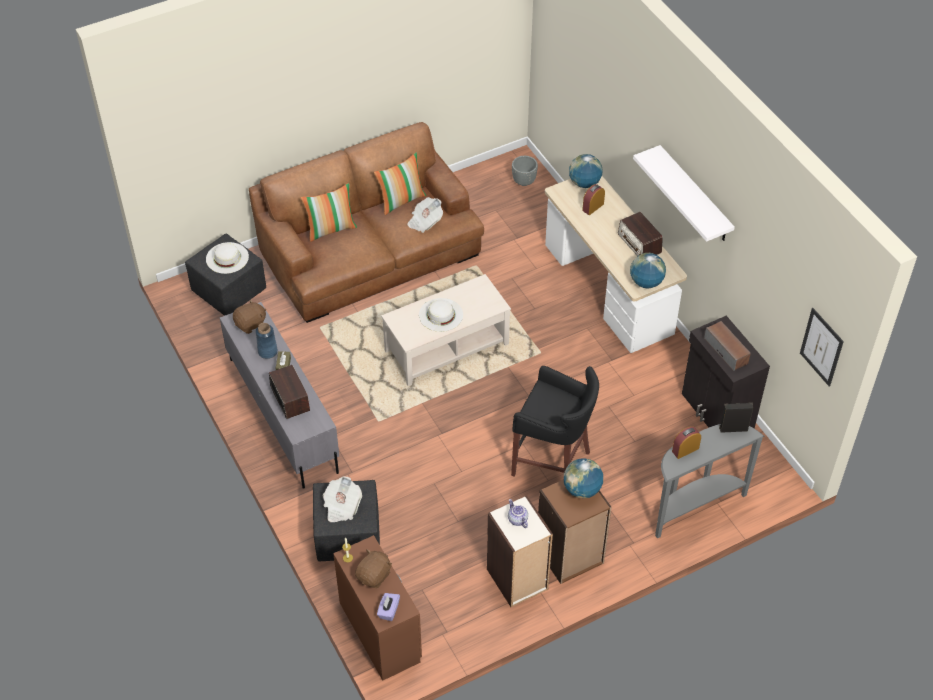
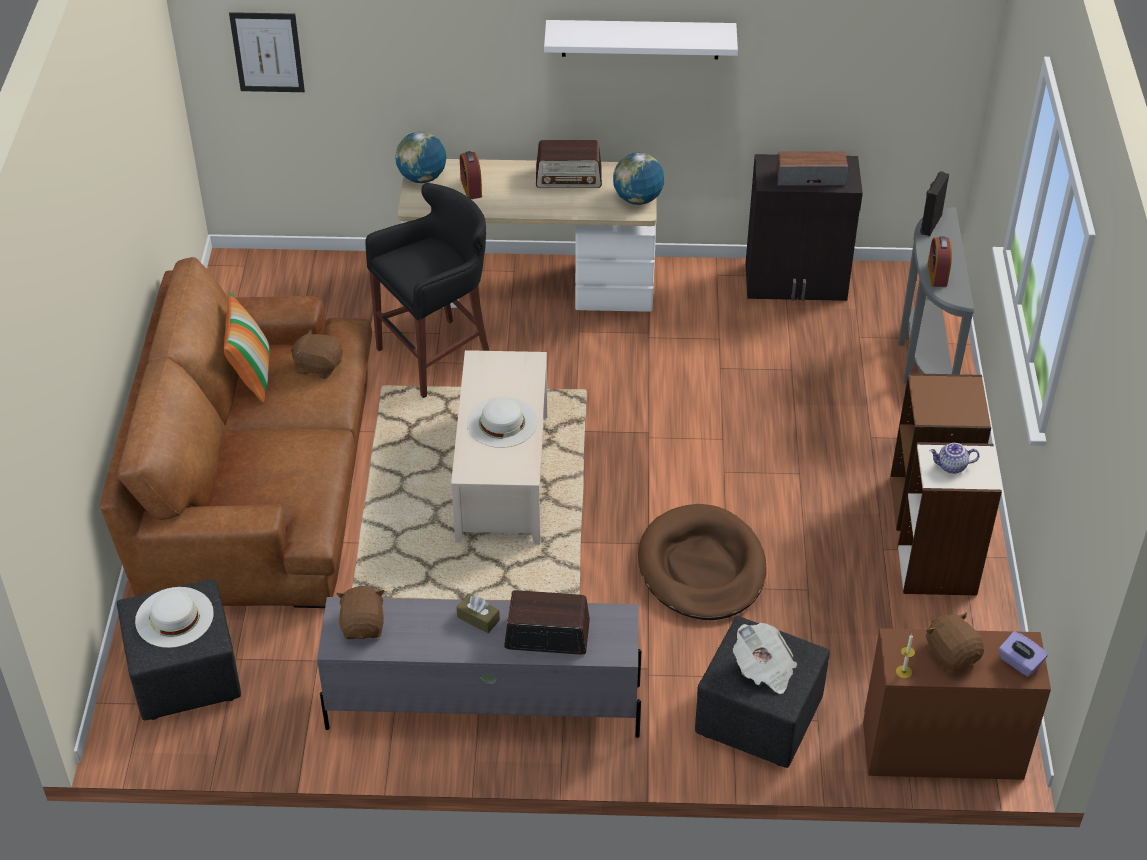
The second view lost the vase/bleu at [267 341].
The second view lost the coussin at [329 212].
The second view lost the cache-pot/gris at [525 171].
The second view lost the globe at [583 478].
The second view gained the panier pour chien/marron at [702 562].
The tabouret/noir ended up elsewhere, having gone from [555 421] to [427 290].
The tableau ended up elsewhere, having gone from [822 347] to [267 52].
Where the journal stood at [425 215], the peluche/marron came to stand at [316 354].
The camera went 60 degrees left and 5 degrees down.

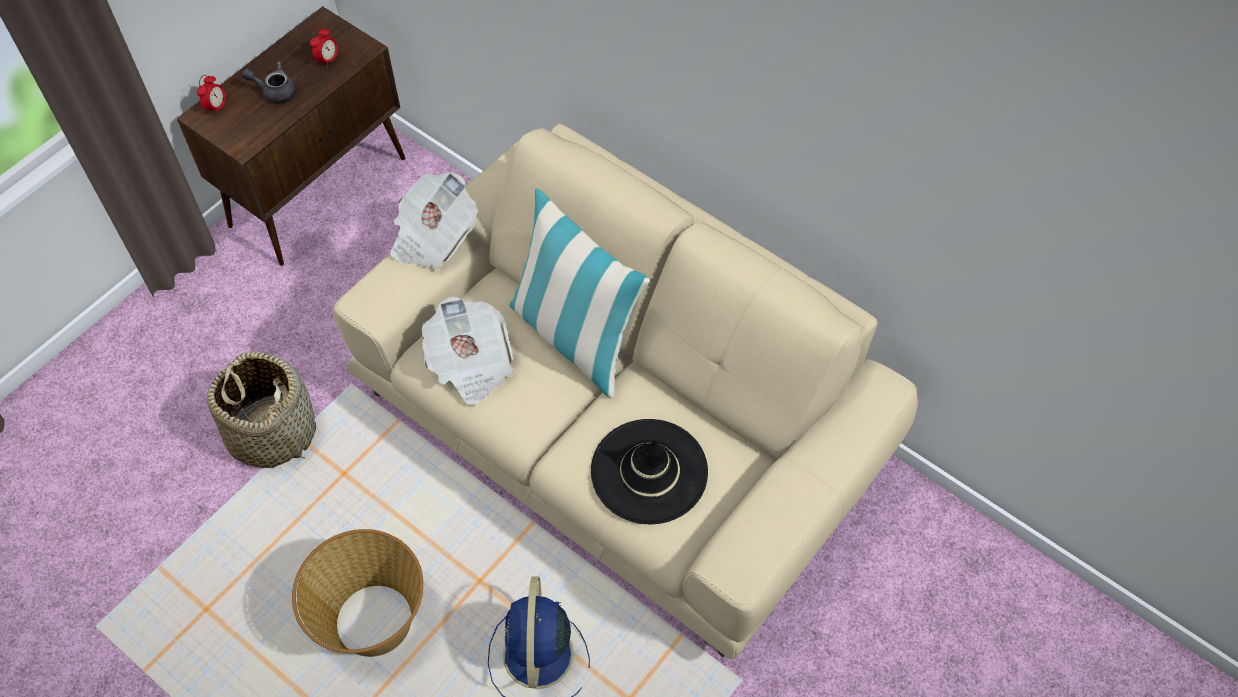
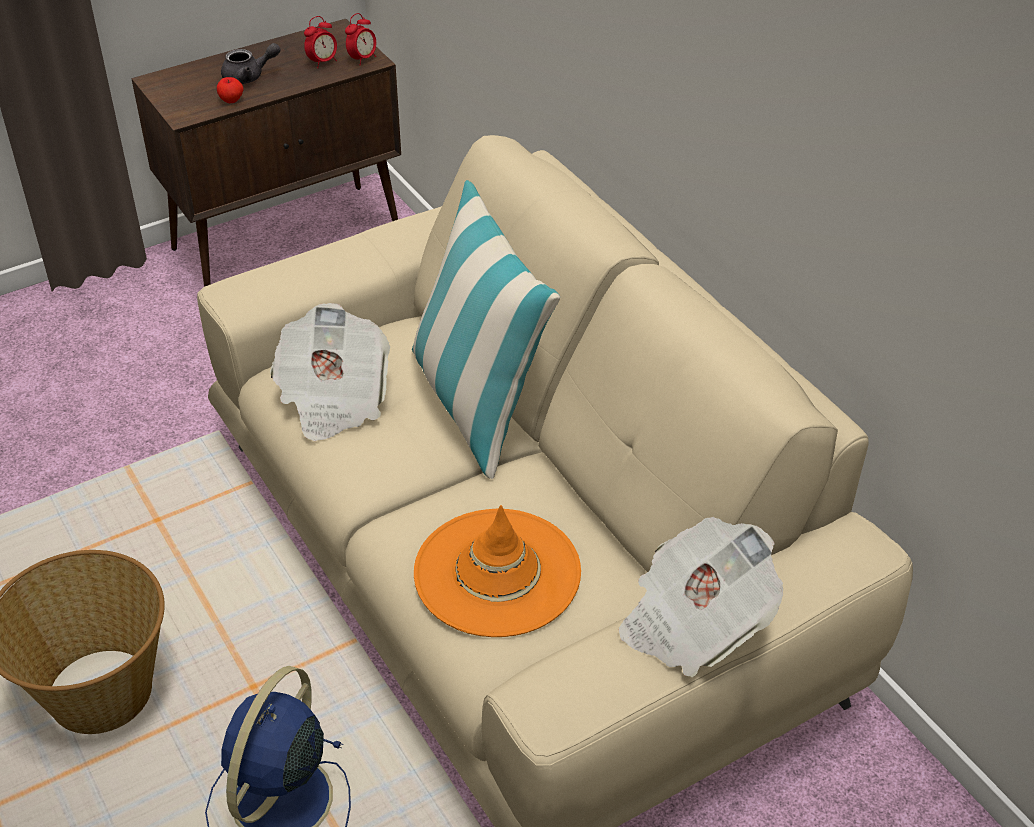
The second view lost the panier at [261 409].
The second view gained the pomme at [230 90].
The réveil ended up elsewhere, having gone from [212 95] to [360 39].
The journal ended up elsewhere, having gone from [433 221] to [701 597].
What was the chapeau/noir at [649 472] turned into the chapeau/orange at [497 571].
The théière/gris at [269 83] ended up facing another way, 135 degrees clockwise from before.
The camera went 20 degrees right and 15 degrees down.

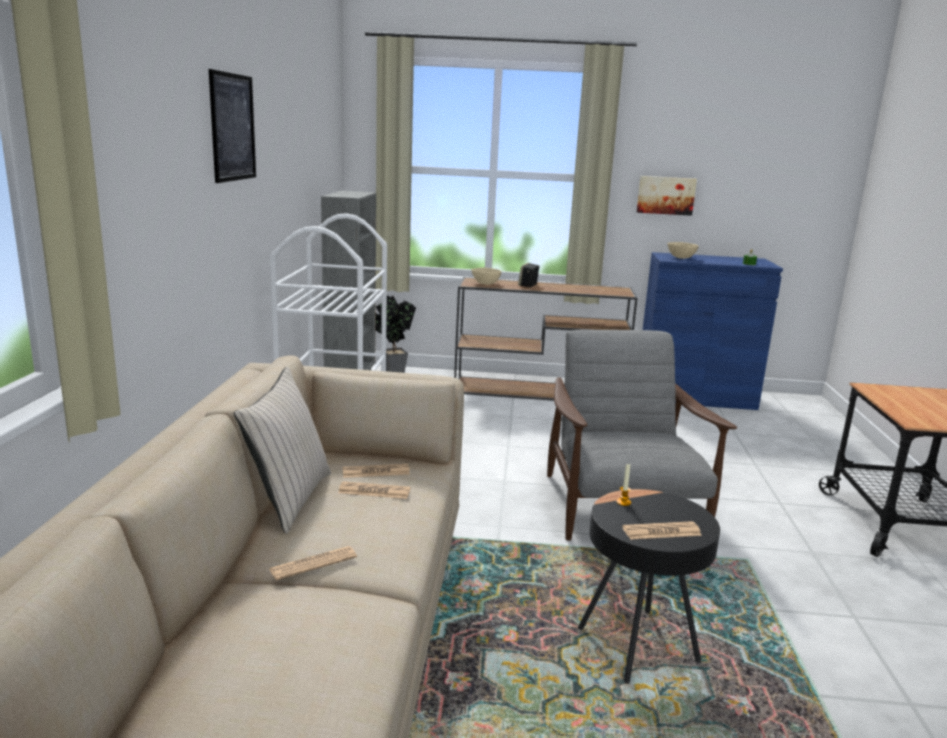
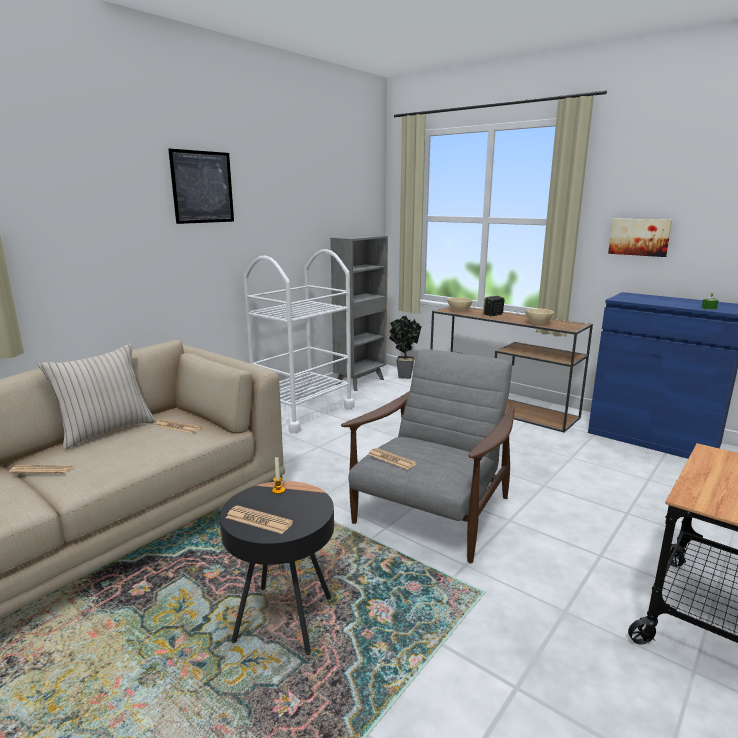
The journal ended up elsewhere, having gone from [374 490] to [392 459].
The bol/beige ended up elsewhere, having gone from [683 250] to [539 316].
The camera went 35 degrees right and 0 degrees up.

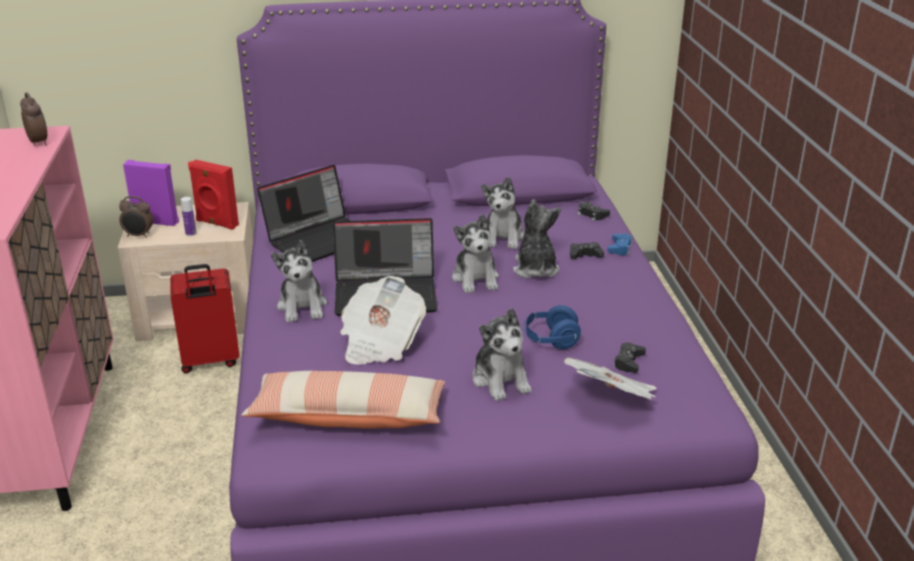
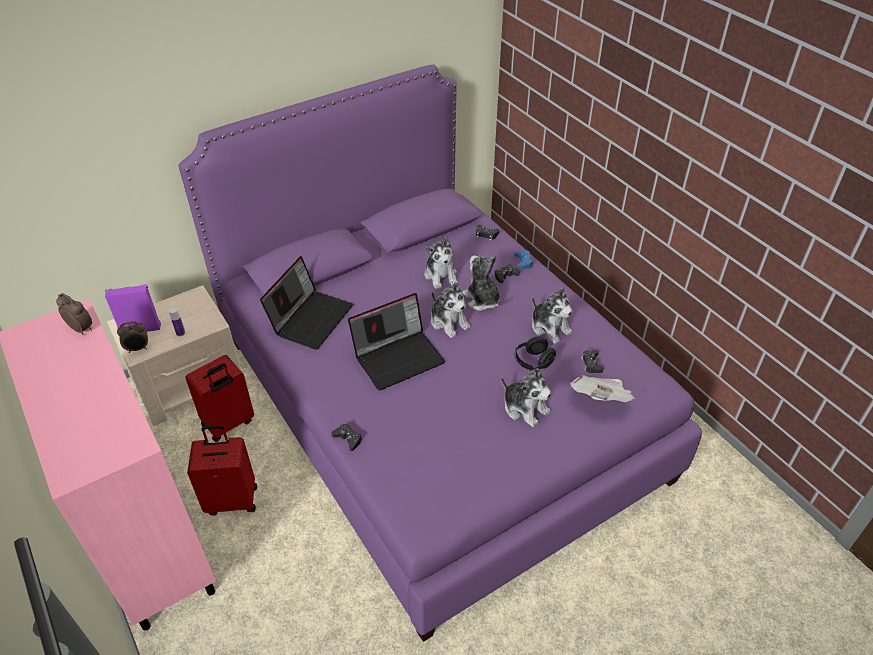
The second view lost the enceinte/rouge at [213 195].
The second view lost the coussin at [343 400].
The second view lost the journal at [383 320].
The second view gained the valise/rouge at [222 470].
The second view gained the manette/noir at [347 437].
The peluche ended up elsewhere, having gone from [299 281] to [552 315].
What was the casque audio/bleu at [552 327] turned into the casque audio/noir at [535 353].
The camera went 25 degrees left and 15 degrees up.

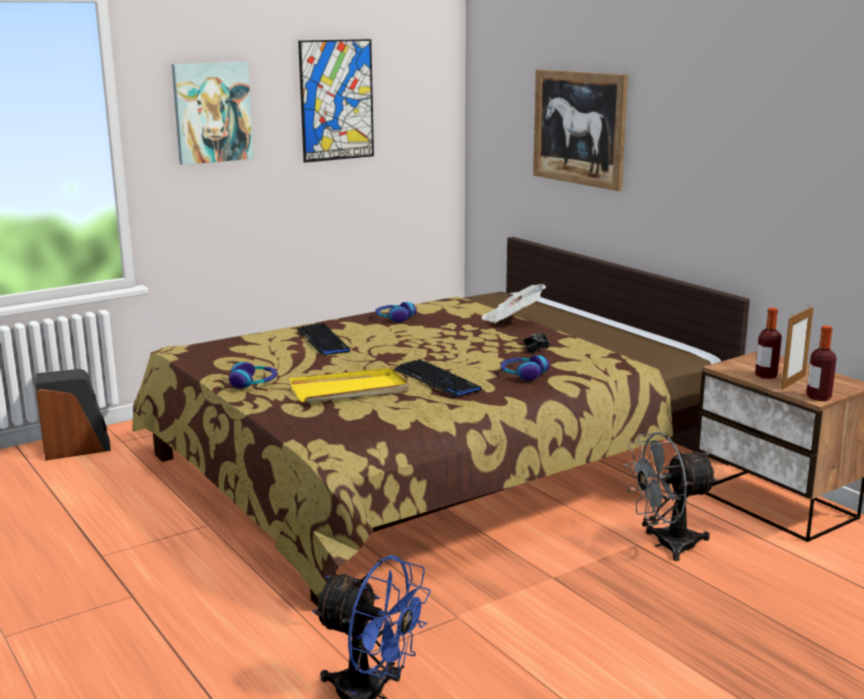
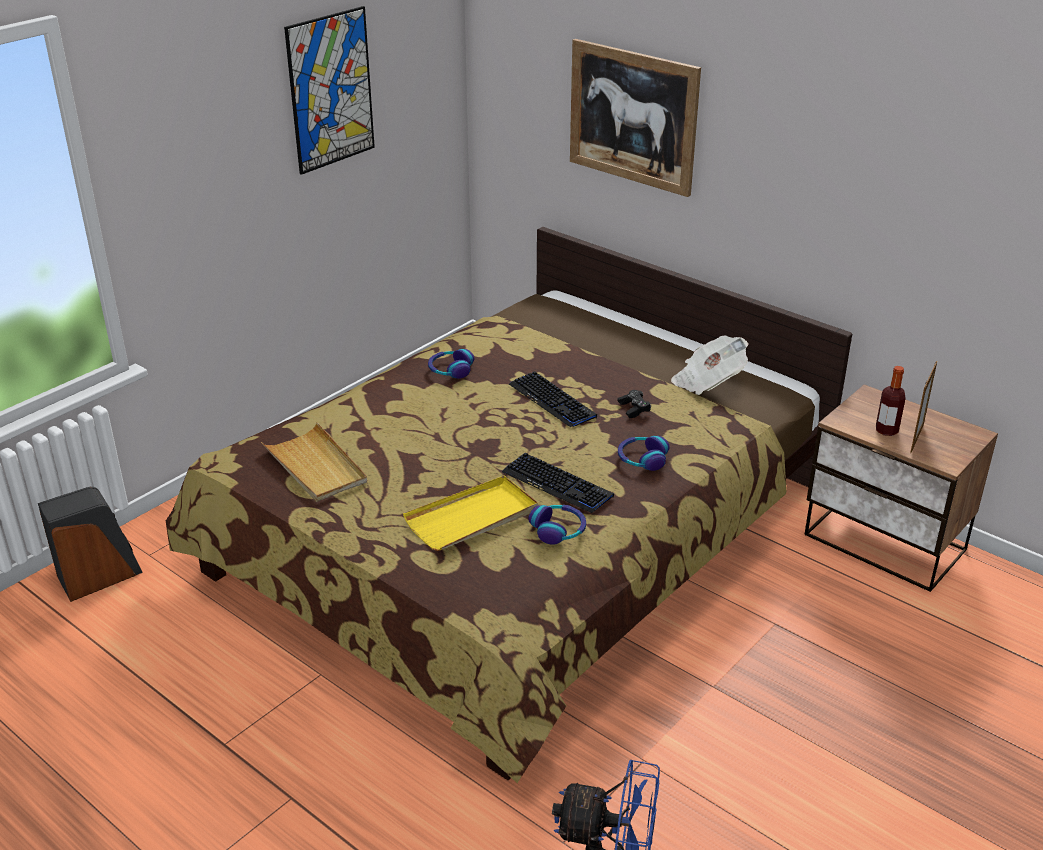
The second view lost the tableau at [213 113].
The second view lost the ventilateur/gris at [671 496].
The second view lost the bouteille at [821 363].
The second view gained the plateau/beige at [314 462].
The casque audio ended up elsewhere, having gone from [253 375] to [557 525].
The clavier ended up elsewhere, having gone from [323 339] to [553 399].
The journal ended up elsewhere, having gone from [513 303] to [710 365].
The camera went 15 degrees left and 15 degrees up.

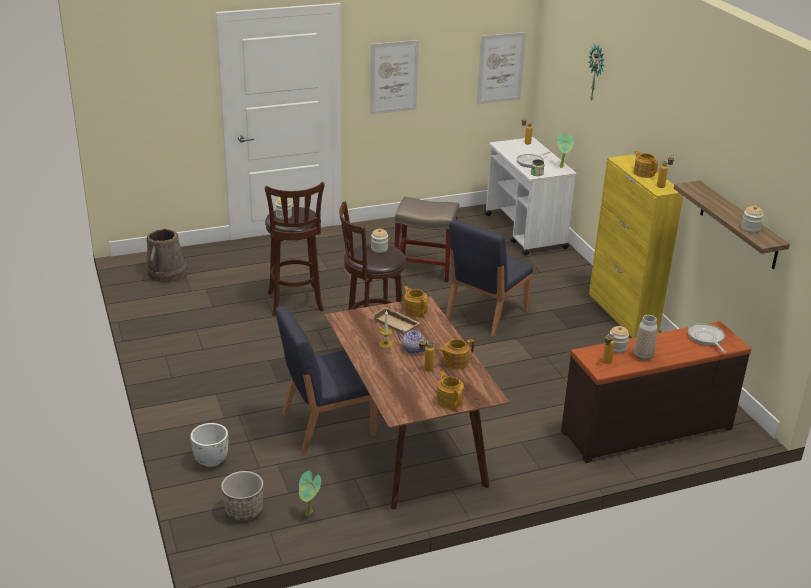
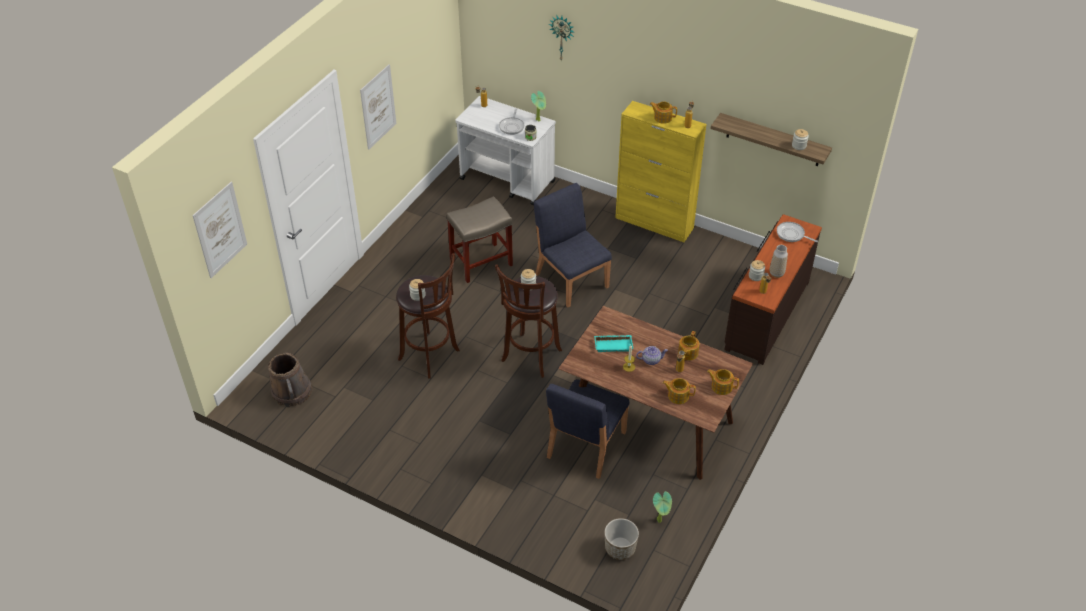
The second view lost the cache-pot/blanc at [209 445].
The théière ended up elsewhere, having gone from [416 301] to [679 391].
The tableau ended up elsewhere, having gone from [501 68] to [219 230].
What was the plateau/beige at [395 320] turned into the plateau/turquoise at [614 343].
The chaise/bleu at [489 278] ended up facing another way, 150 degrees clockwise from before.
The camera went 40 degrees left and 15 degrees up.

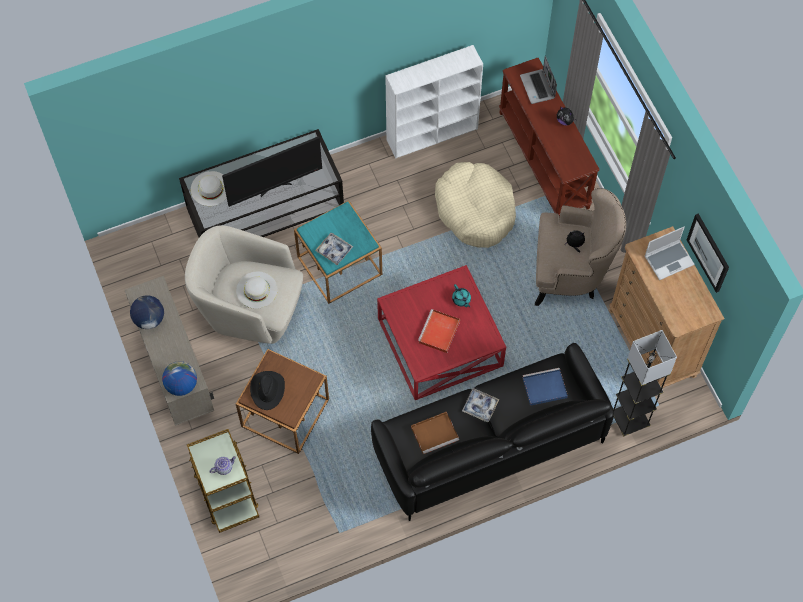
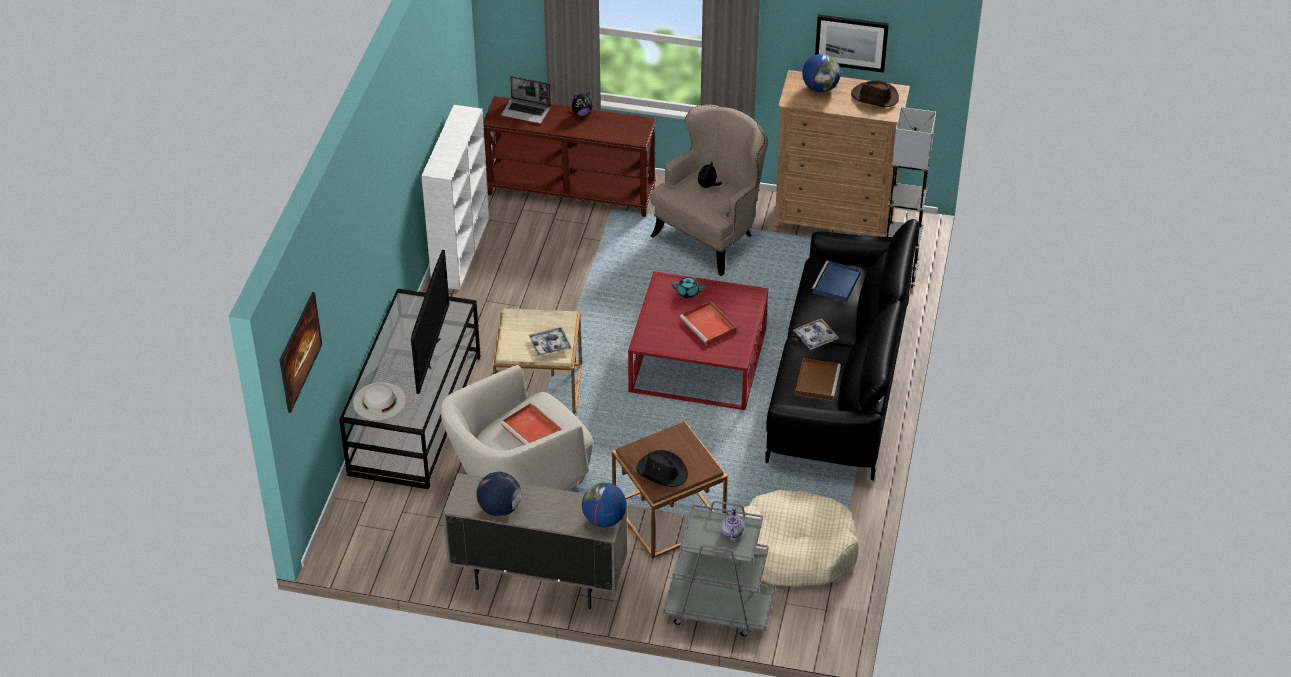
The second view gained the tableau at [301 352].
The second view gained the chapeau/marron at [875 94].
The panier pour chien/beige ended up elsewhere, having gone from [475 205] to [798 538].
Where the chapeau/blanc stood at [257 290], the plateau/rouge came to stand at [531 424].
Where the ordinateur portable stood at [670 253], the globe came to stand at [821 73].
What was the chariot/marron at [223 481] turned into the chariot/gris at [719 568].
What was the table d'appoint/turquoise at [338 252] turned into the table d'appoint/beige at [537 362].
The camera went 55 degrees left and 20 degrees down.

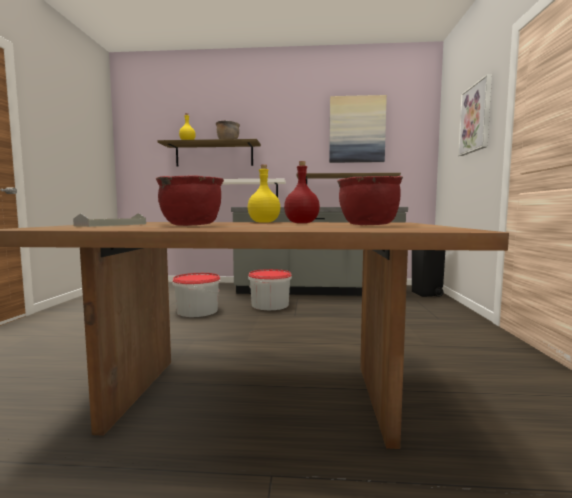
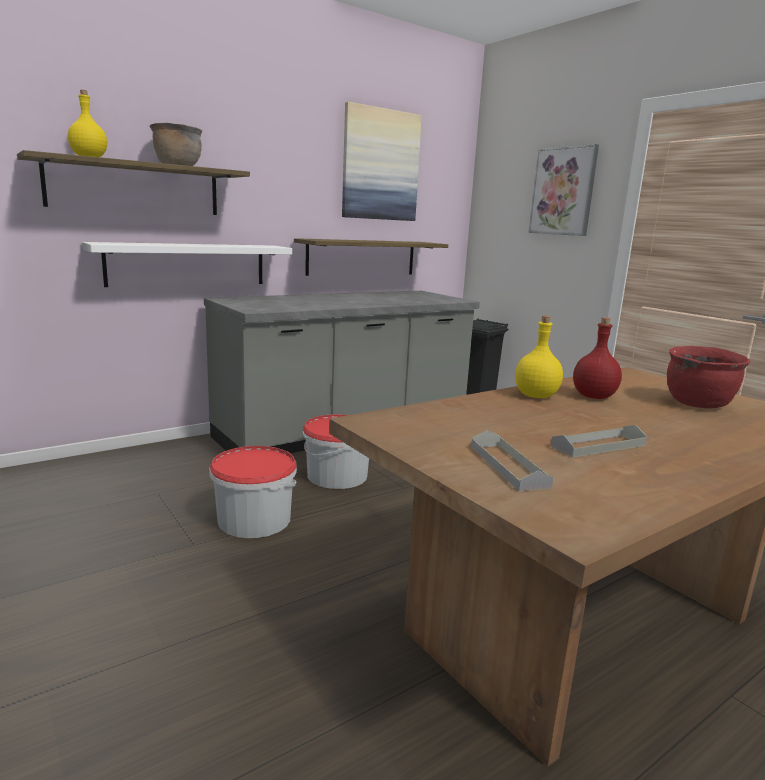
Where the marmite/rouge stood at [190 200], the plateau/gris came to stand at [599 441].
The camera went 40 degrees left and 10 degrees up.

